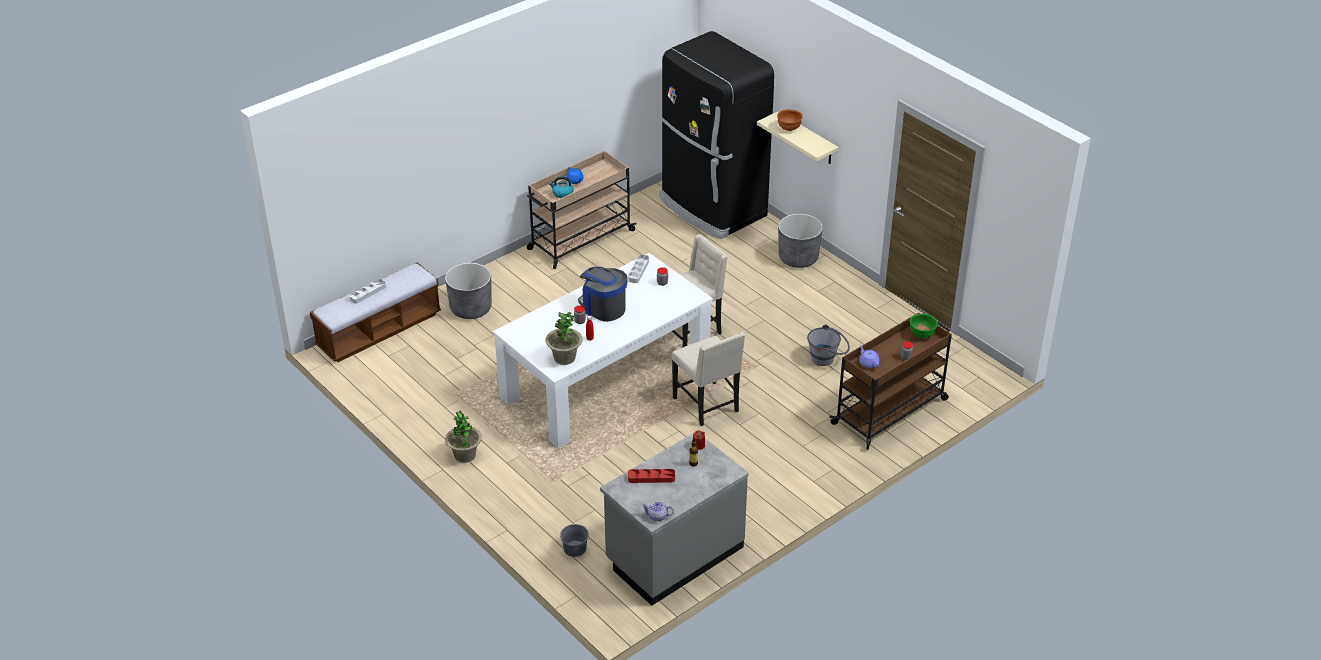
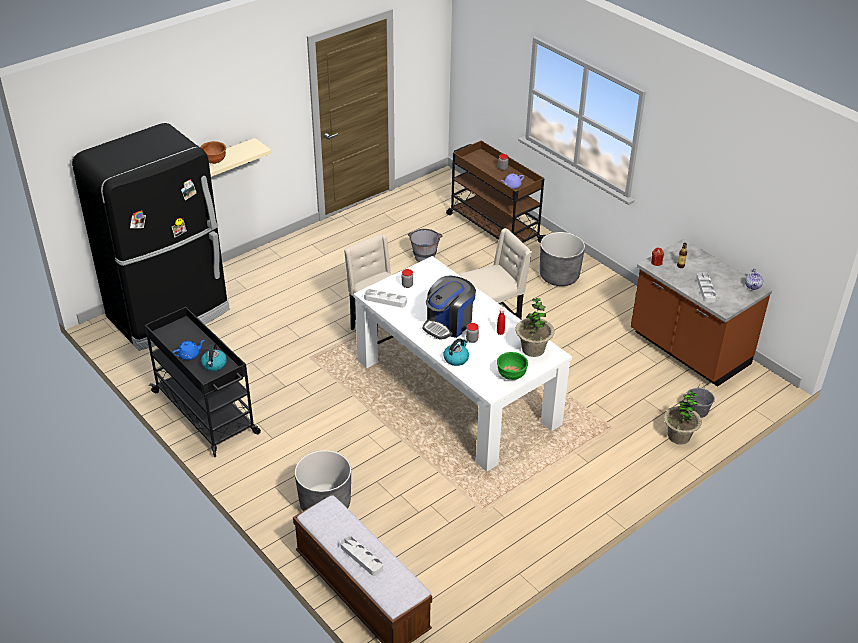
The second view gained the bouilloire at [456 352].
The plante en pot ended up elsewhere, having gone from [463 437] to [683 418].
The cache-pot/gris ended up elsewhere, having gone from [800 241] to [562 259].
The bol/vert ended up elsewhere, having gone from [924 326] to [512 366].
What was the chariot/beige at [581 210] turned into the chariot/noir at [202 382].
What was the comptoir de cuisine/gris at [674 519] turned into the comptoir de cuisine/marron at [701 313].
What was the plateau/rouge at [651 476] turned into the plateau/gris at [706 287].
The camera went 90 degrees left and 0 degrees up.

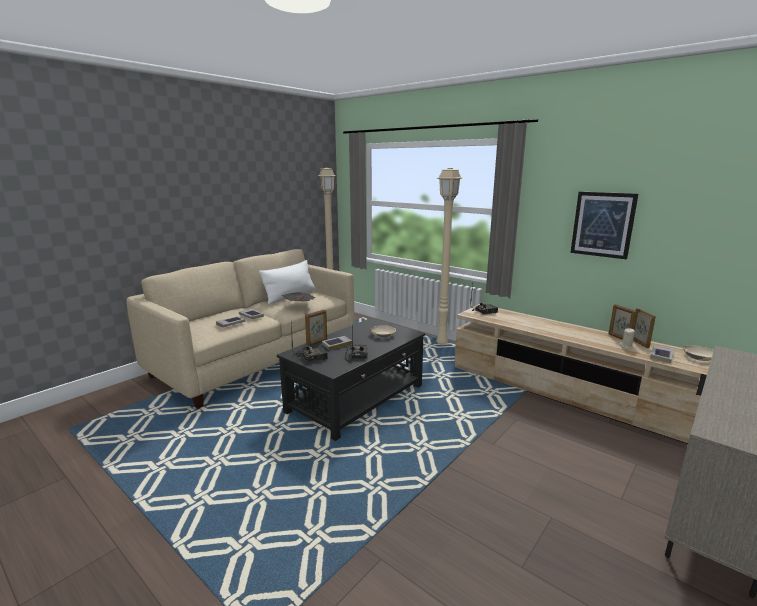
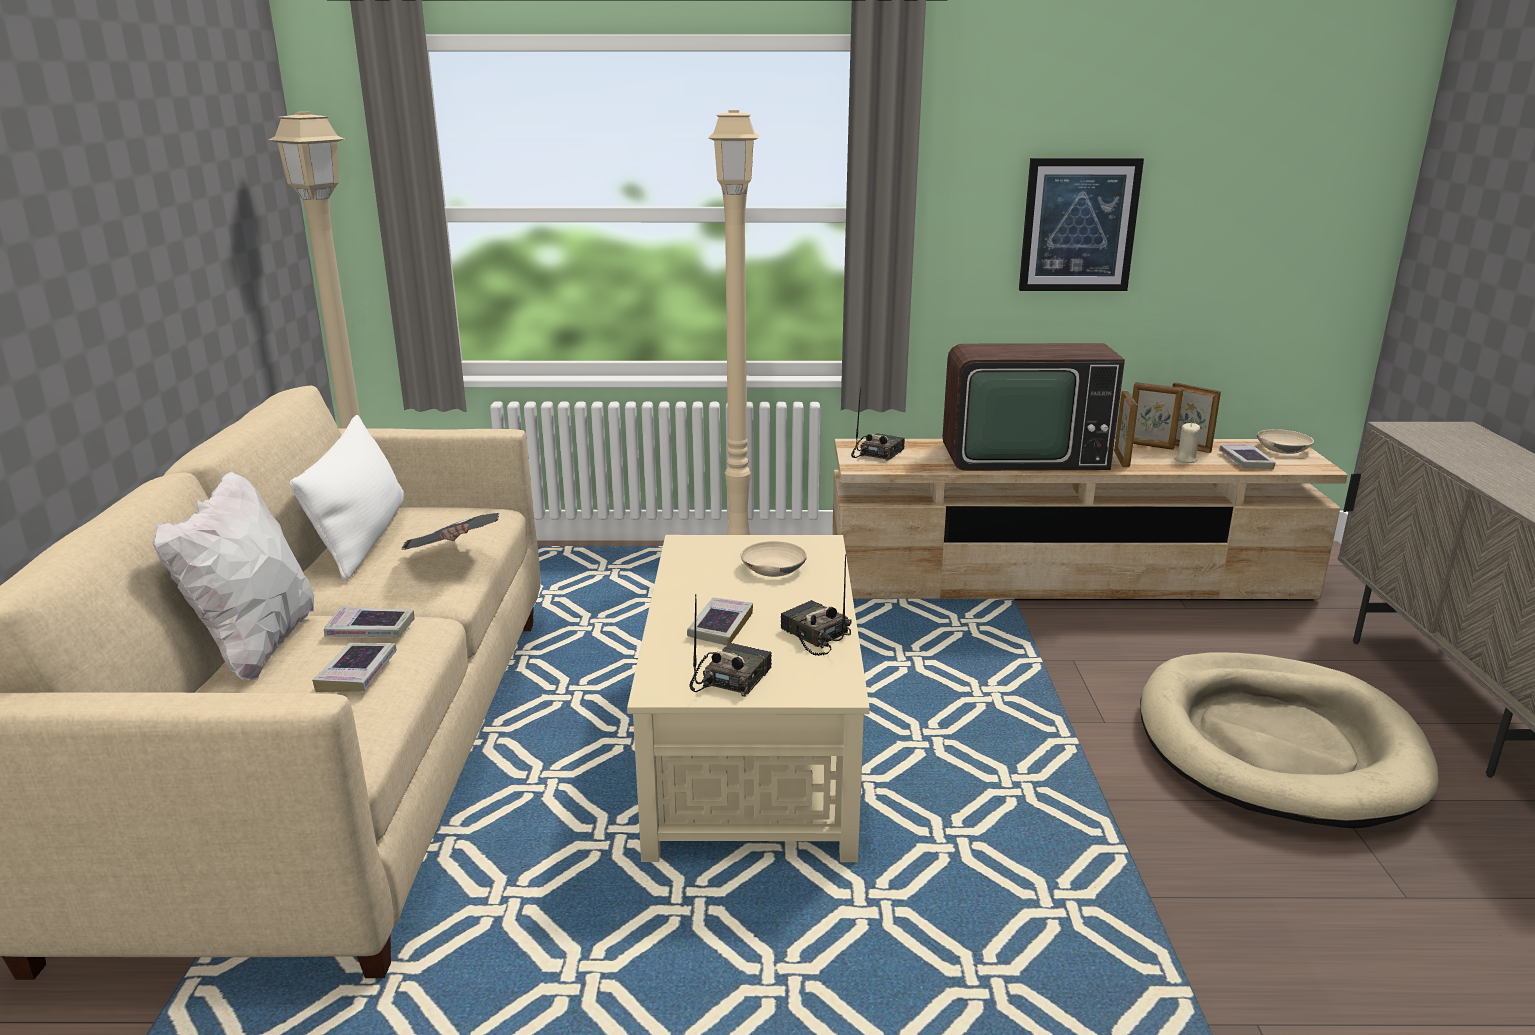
The second view gained the coussin/blanc at [233 575].
The second view gained the téléviseur at [1034 407].
The second view gained the panier pour chien/beige at [1289 740].
The cadre photo ended up elsewhere, having gone from [316 328] to [1126 428].
What was the table basse/noir at [351 379] turned into the table basse/beige at [748 698].
The camera went 40 degrees left and 5 degrees up.

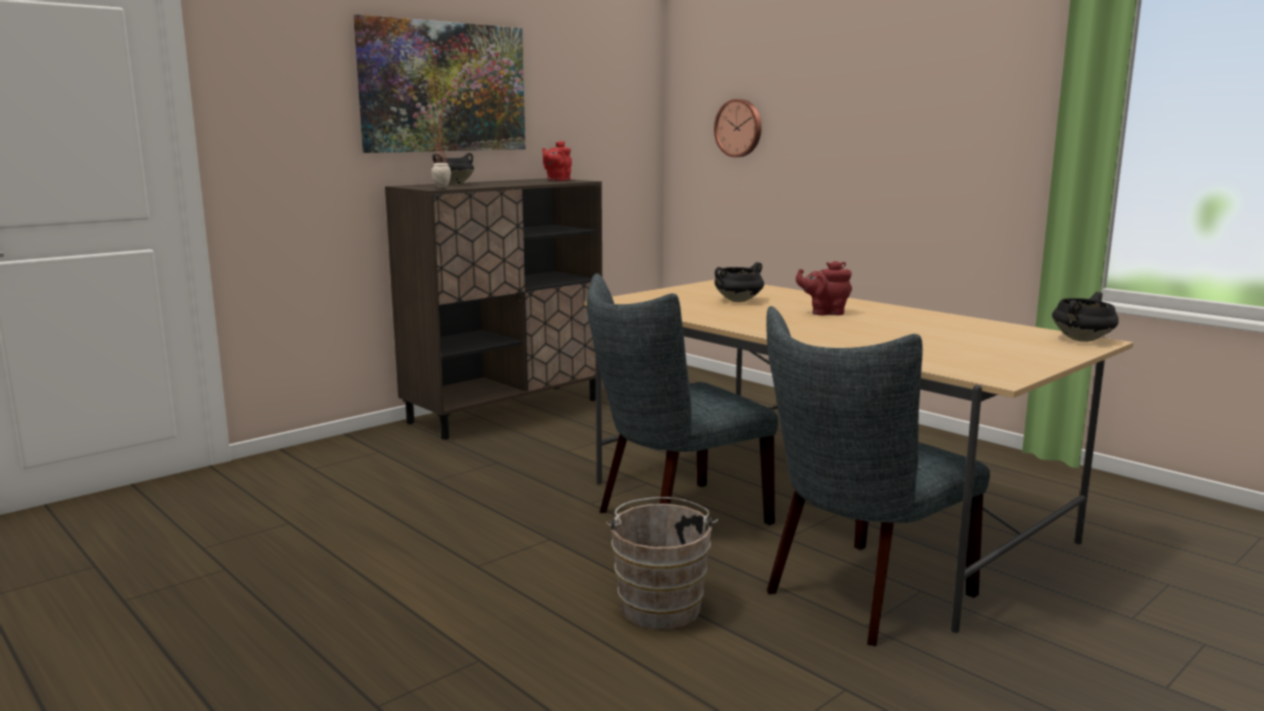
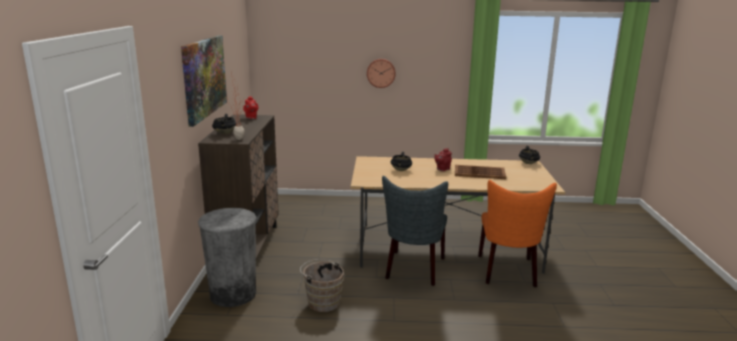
The second view gained the poubelle/gris at [227 257].
The second view gained the plateau/marron at [480 172].
The seau/marron ended up elsewhere, having gone from [662 563] to [322 285].
The horloge murale ended up elsewhere, having gone from [738 128] to [381 73].
What was the chaise/gris at [878 476] turned into the chaise/orange at [517 233].
The camera went 45 degrees left and 5 degrees up.

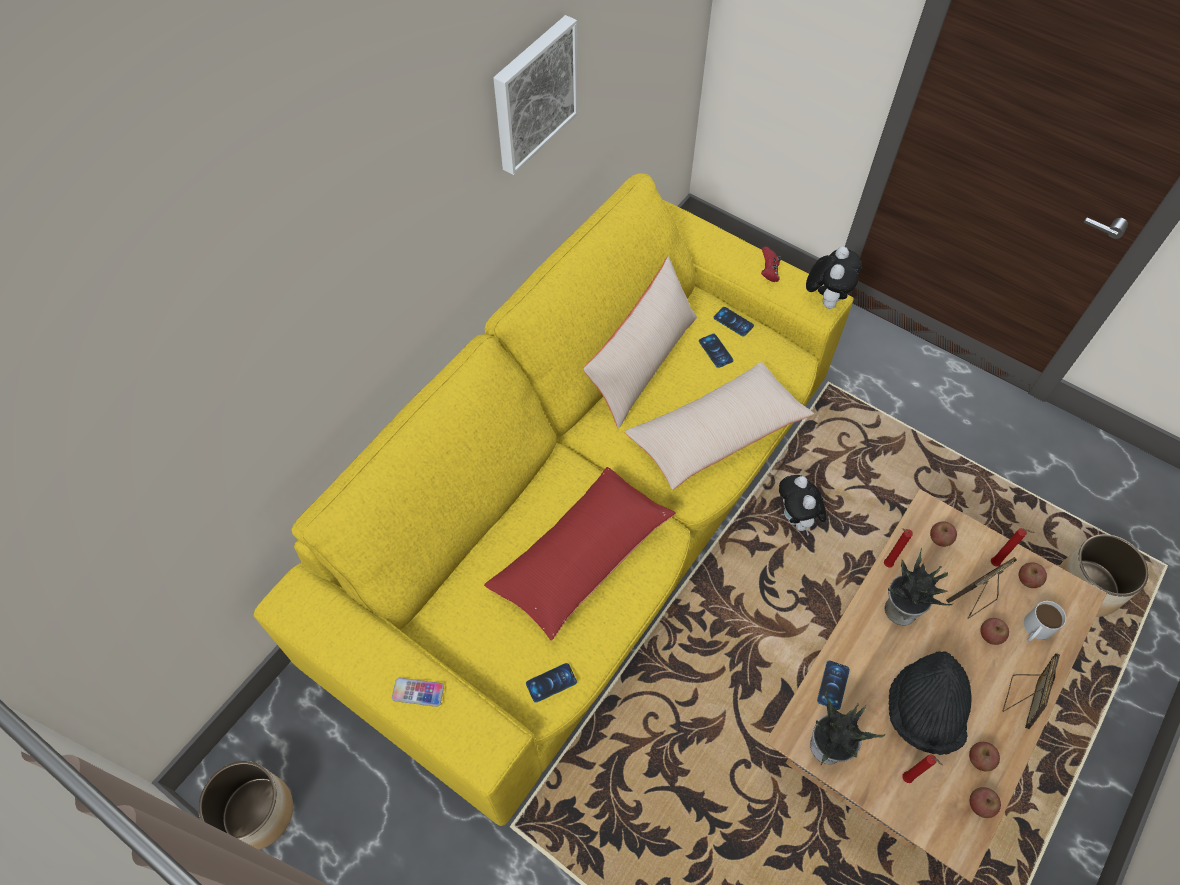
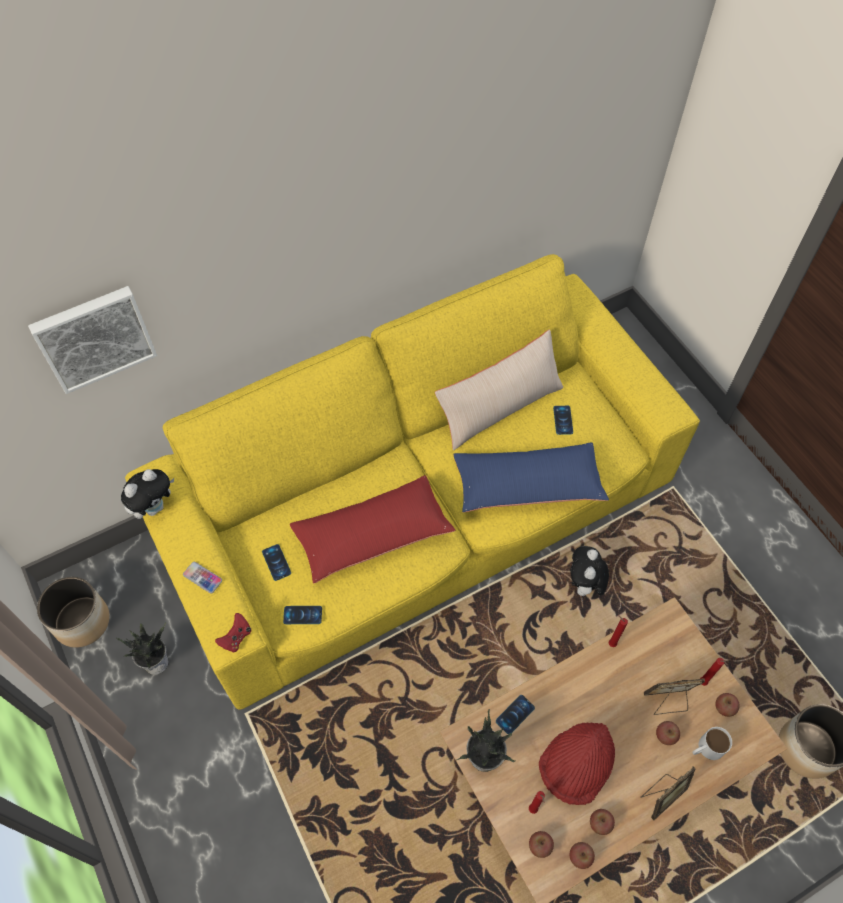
The tableau ended up elsewhere, having gone from [535 95] to [92 340].
The téléphone ended up elsewhere, having gone from [734 322] to [276 562].
The manette/rouge ended up elsewhere, having gone from [771 264] to [233 632].
The peluche ended up elsewhere, having gone from [834 278] to [147 494].
The plante en pot ended up elsewhere, having gone from [919 587] to [142 649].
The pomme ended up elsewhere, having gone from [943 534] to [541 844].
What was the coussin/beige at [719 426] turned into the coussin/bleu at [531 478].
What was the chapeau/noir at [930 703] turned into the chapeau/rouge at [577 764].
The camera went 25 degrees right and 0 degrees up.

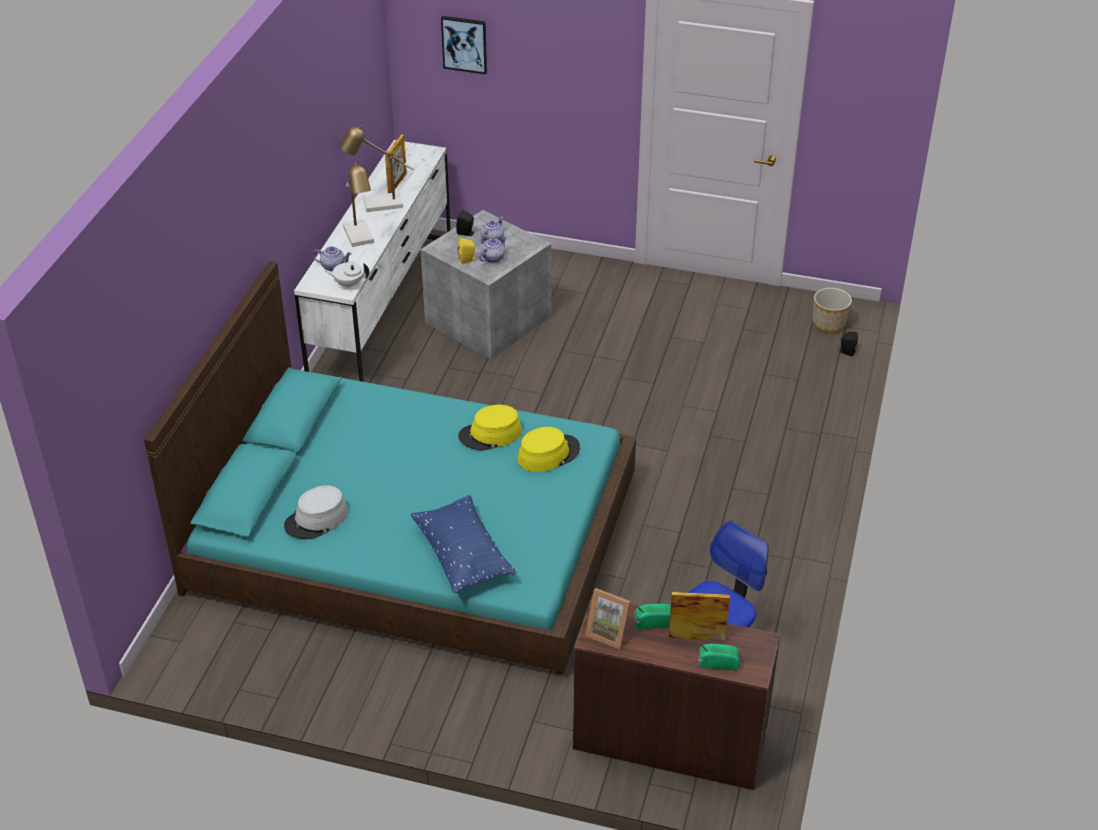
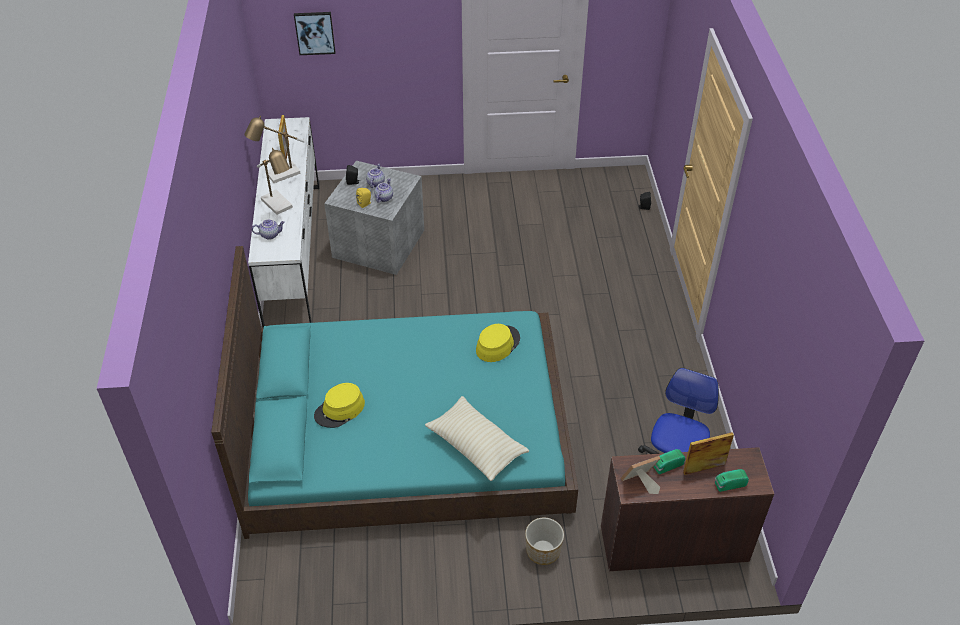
The second view lost the chapeau/gris at [316 512].
The second view lost the théière/blanc at [346 275].
The chapeau/jaune ended up elsewhere, having gone from [490 427] to [339 405].
The cache-pot ended up elsewhere, having gone from [832 310] to [544 541].
What was the coussin/bleu at [463 544] turned into the coussin/beige at [477 438].
The cadre photo at [608 619] ended up facing another way, 150 degrees clockwise from before.
The camera went 20 degrees left and 5 degrees up.

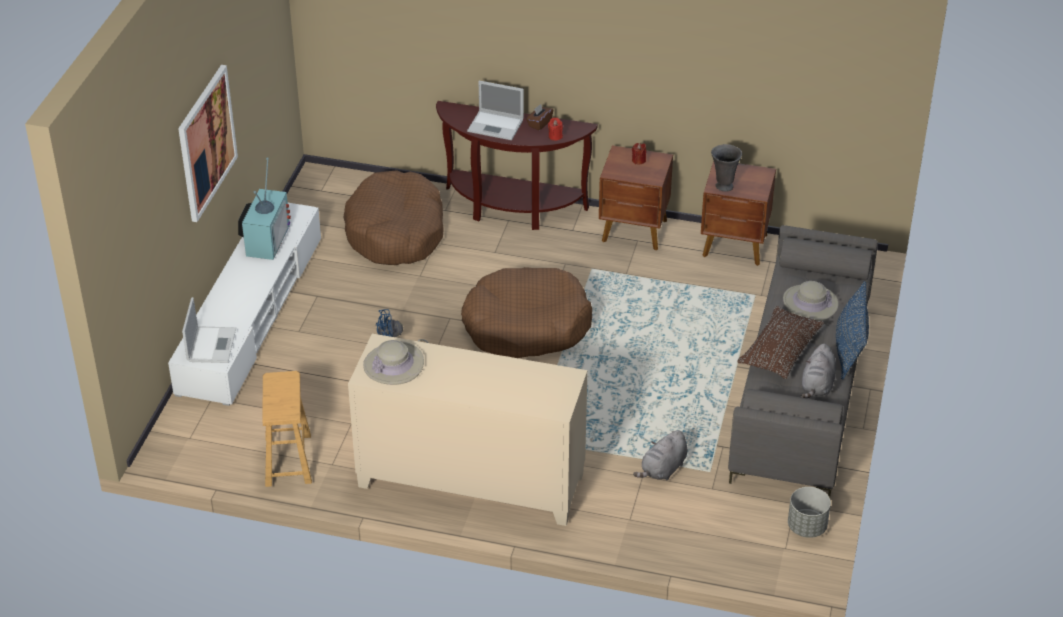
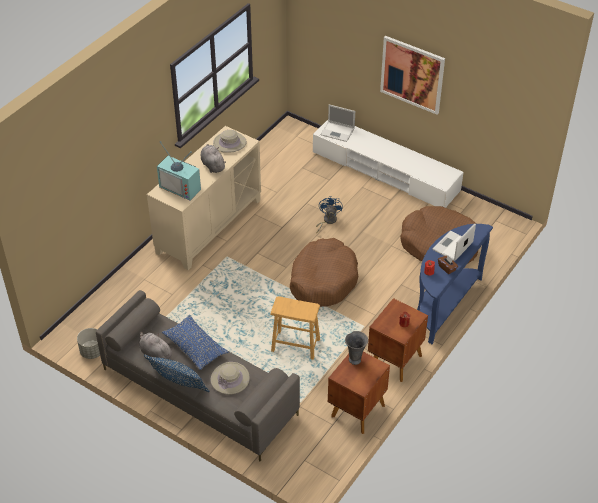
The téléviseur ended up elsewhere, having gone from [264 208] to [179 170].
The tabouret/marron ended up elsewhere, having gone from [287 429] to [295 328].
The peluche/gris ended up elsewhere, having gone from [660 455] to [213 158].
What was the table console/marron at [517 165] turned into the table console/bleu at [455 284].
What was the coussin/marron at [780 342] turned into the coussin/bleu at [195 342].
The camera went 110 degrees right and 5 degrees up.

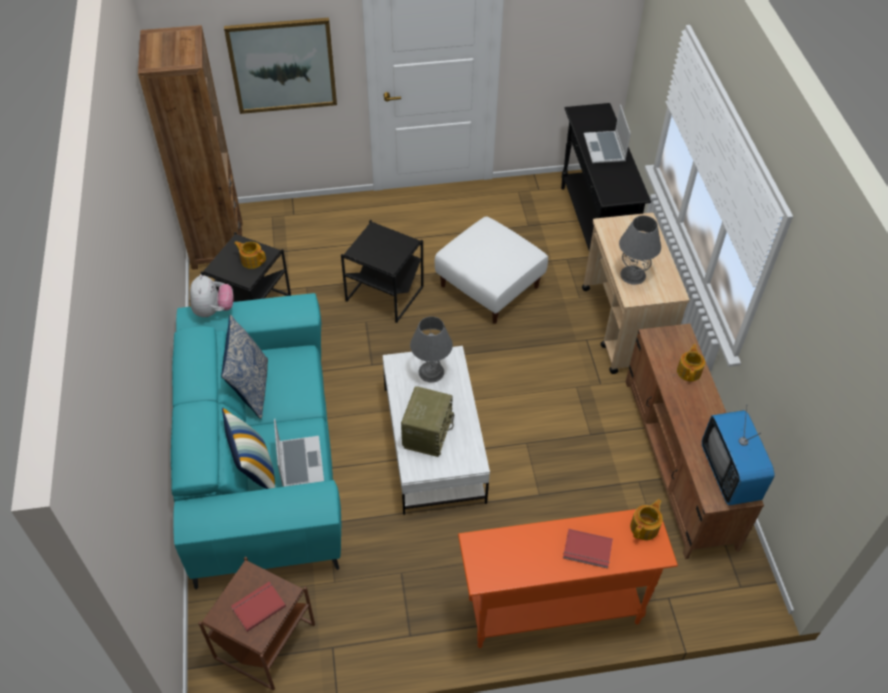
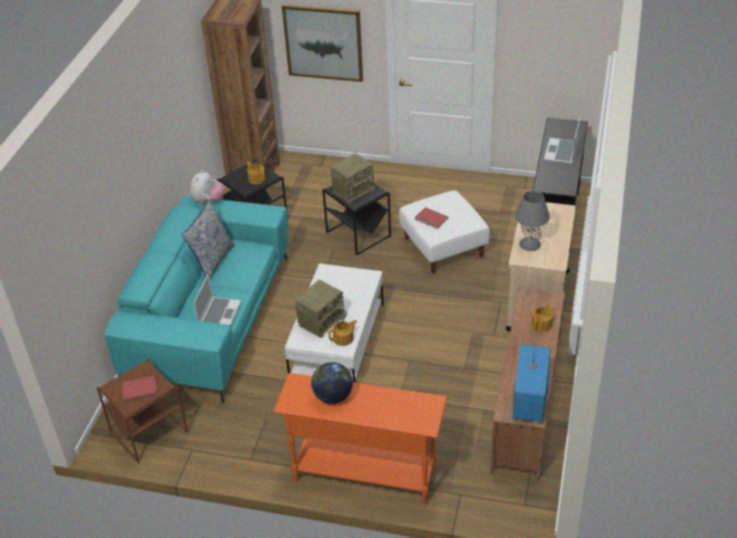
The second view lost the coussin at [248 448].
The second view lost the lampe de table/gris at [431 349].
The second view gained the globe at [332 383].
The second view gained the radio at [353 178].
The livre/rouge ended up elsewhere, having gone from [588 549] to [432 218].
The théière ended up elsewhere, having gone from [646 519] to [343 333].
The camera went 25 degrees right and 10 degrees down.

